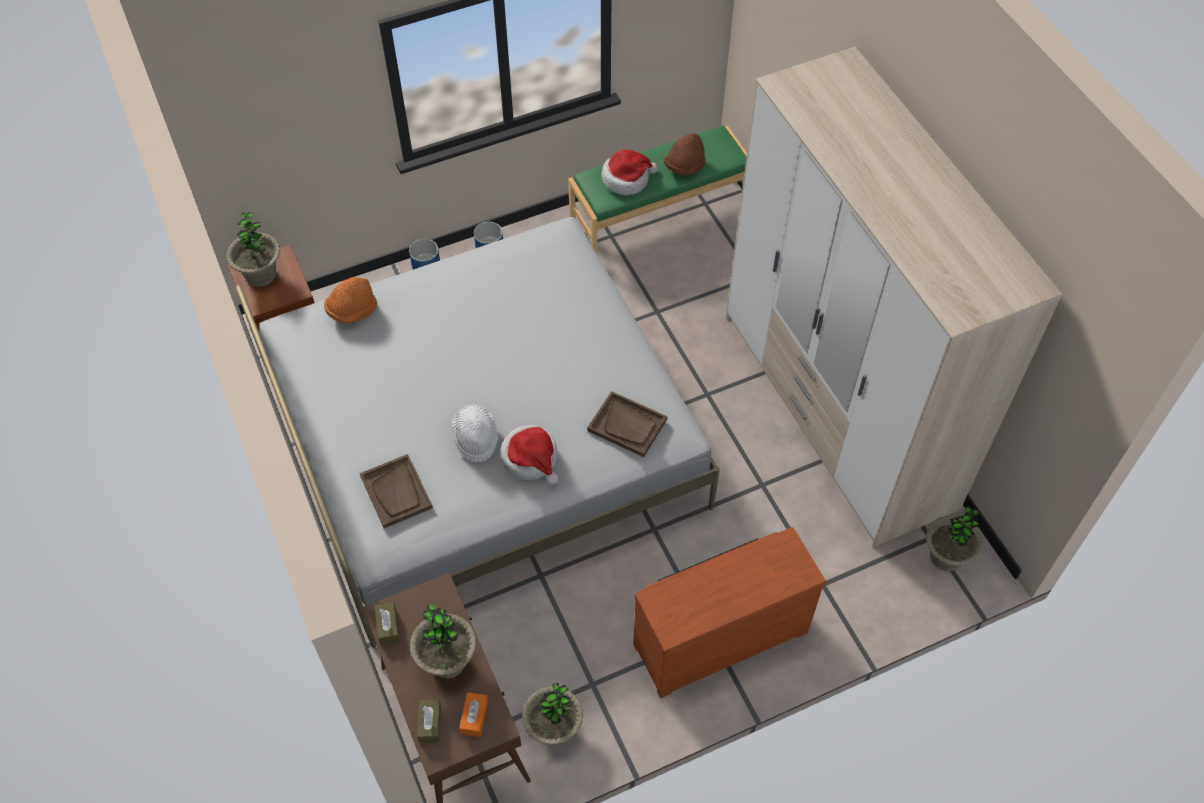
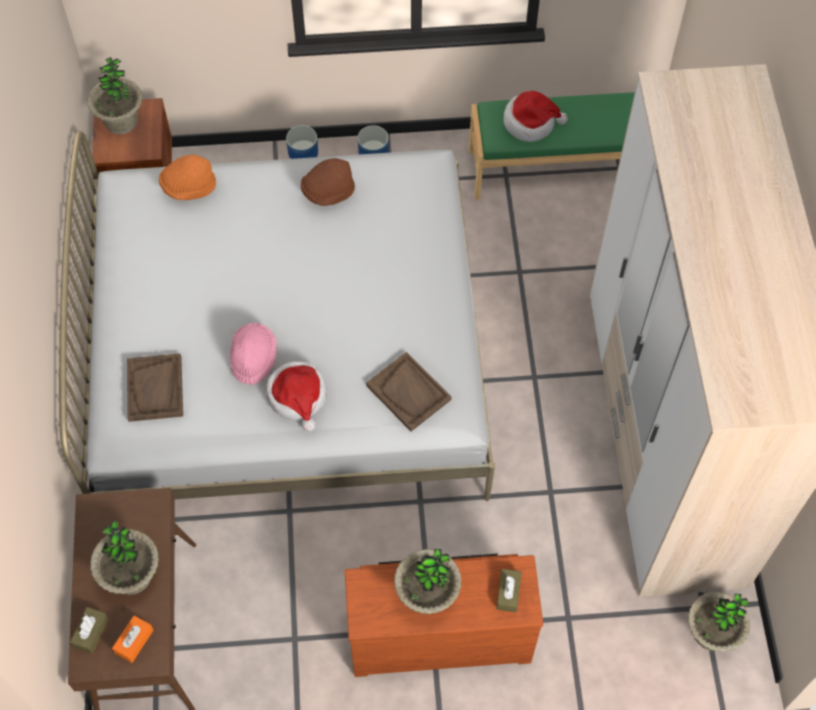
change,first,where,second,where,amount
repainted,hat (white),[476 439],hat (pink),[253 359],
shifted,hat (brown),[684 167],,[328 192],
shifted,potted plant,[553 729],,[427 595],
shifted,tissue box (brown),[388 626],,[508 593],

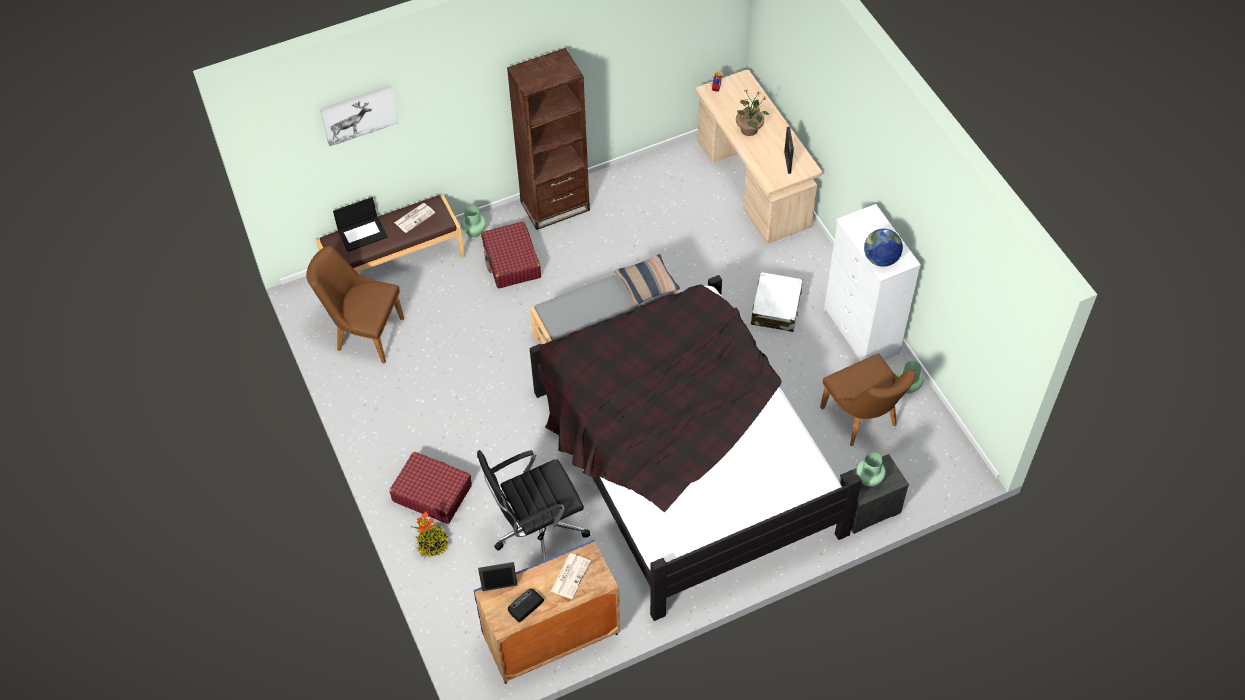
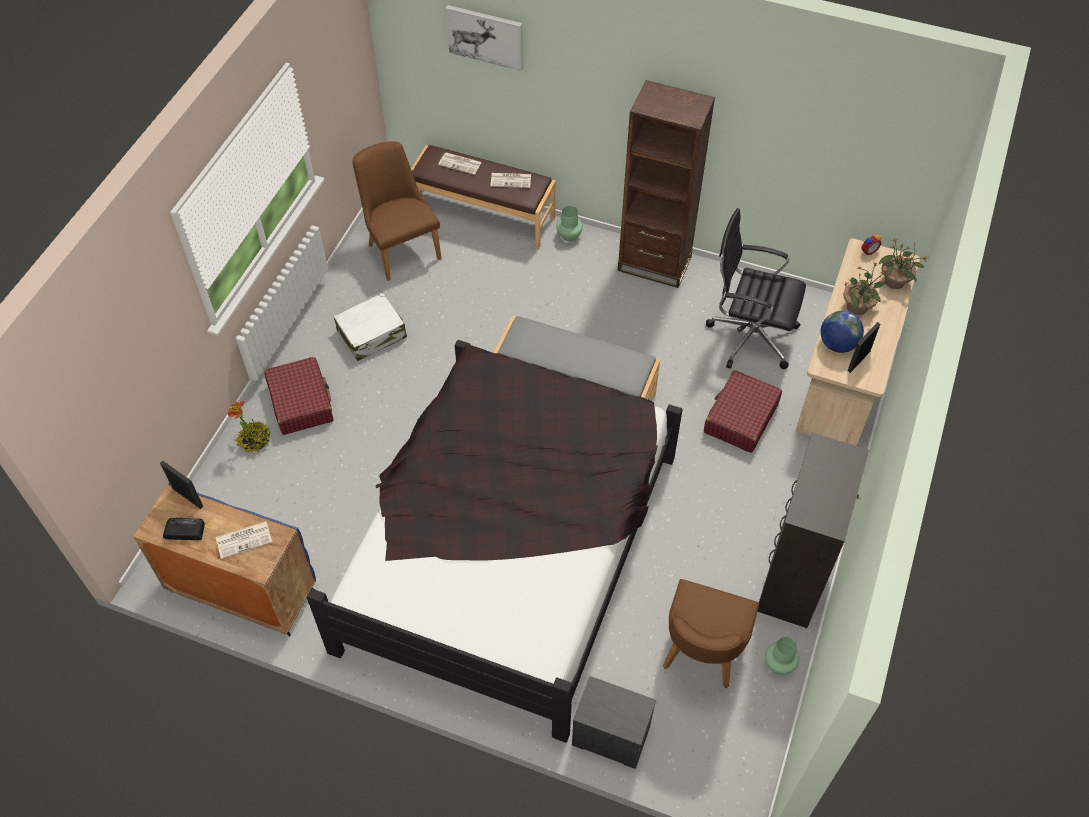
change,first,where,second,where,amount
shifted,suitcase (white),[776 308],,[372 334],
swapped,laptop,[362 233],newspaper,[460 163],
shifted,suitcase (red),[511 262],,[740 418],
shifted,office chair (black),[537 530],,[749 336],
repainted,dresser (white),[860 332],dresser (black),[792 578],
shifted,globe,[881 259],,[837 344],
new,,,potted plant,[894 282],
gone,pillow,[647 284],,,
gone,vase (green),[869 479],,,

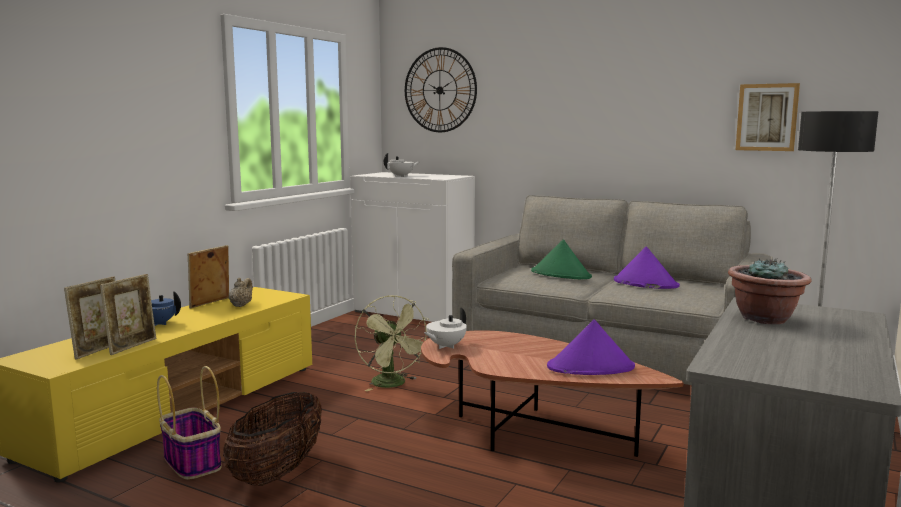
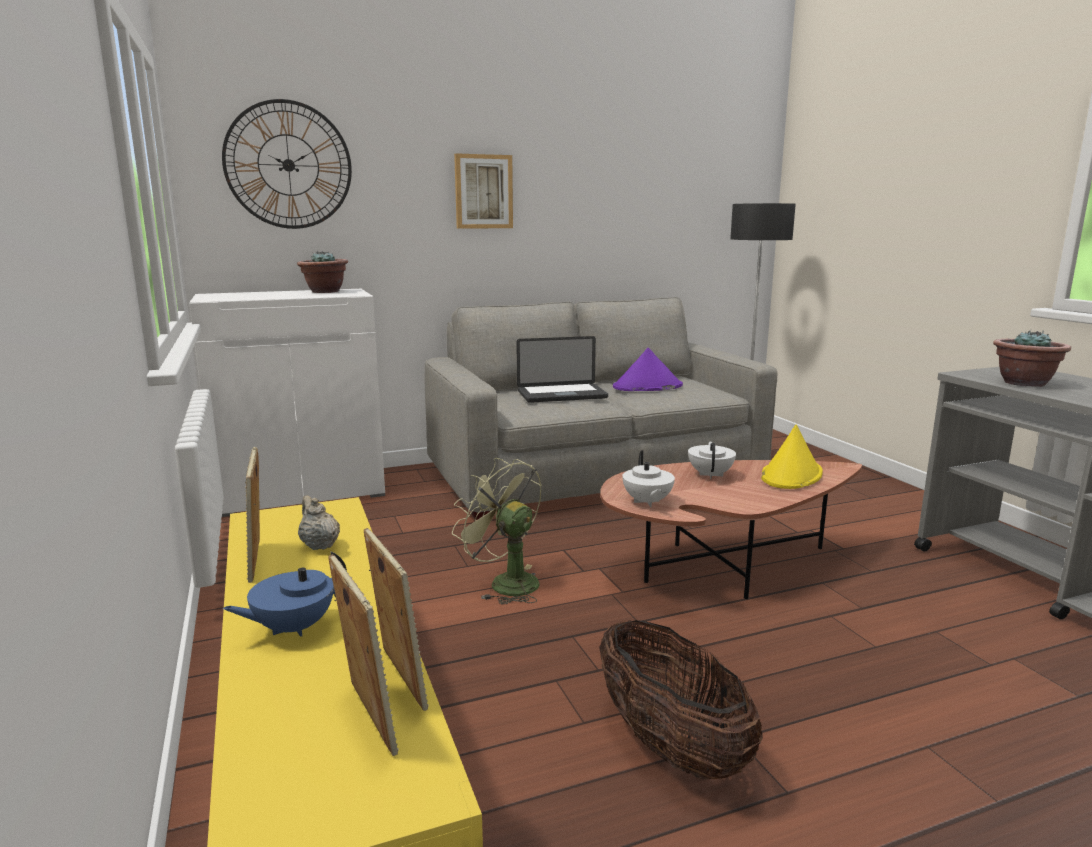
change,first,where,second,where,amount
new,,,potted plant,[324 291],
rotated,fan (green),[393 384],,[505 582],150 degrees counterclockwise
shifted,picture,[767 117],,[483 192],
swapped,hat (green),[561 274],laptop,[562 395],
shifted,teapot (white),[401 176],,[710 475],
repainted,hat (purple),[591 367],hat (yellow),[791 475],
gone,basket,[191 462],,,

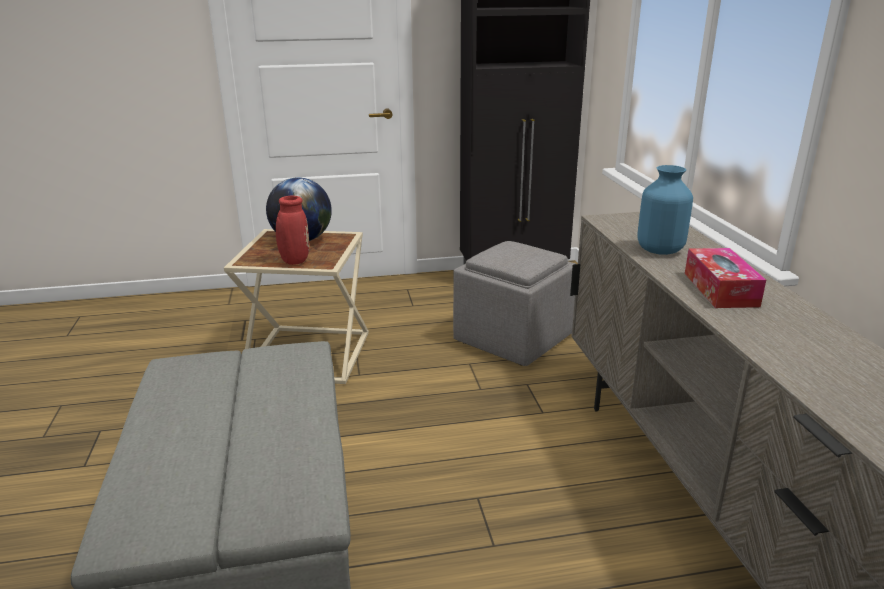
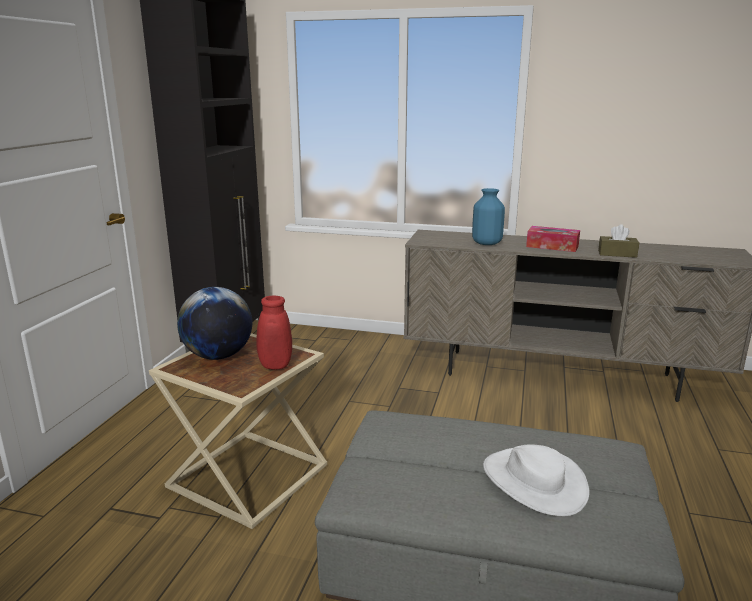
change,first,where,second,where,amount
new,,,hat (white),[534 481],
new,,,tissue box (brown),[617 254],
gone,ottoman (grey),[514 339],,,

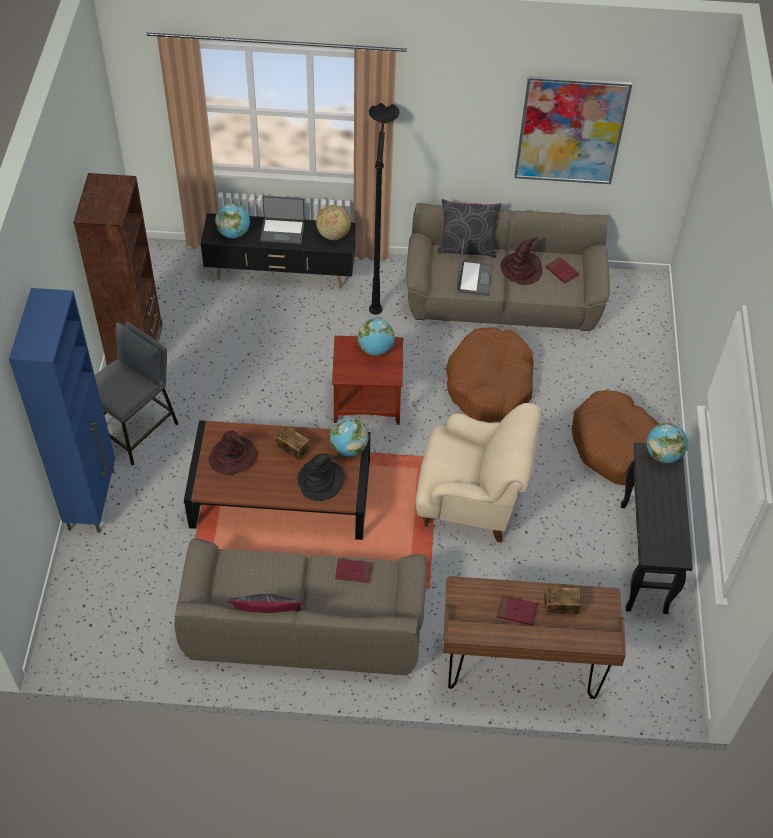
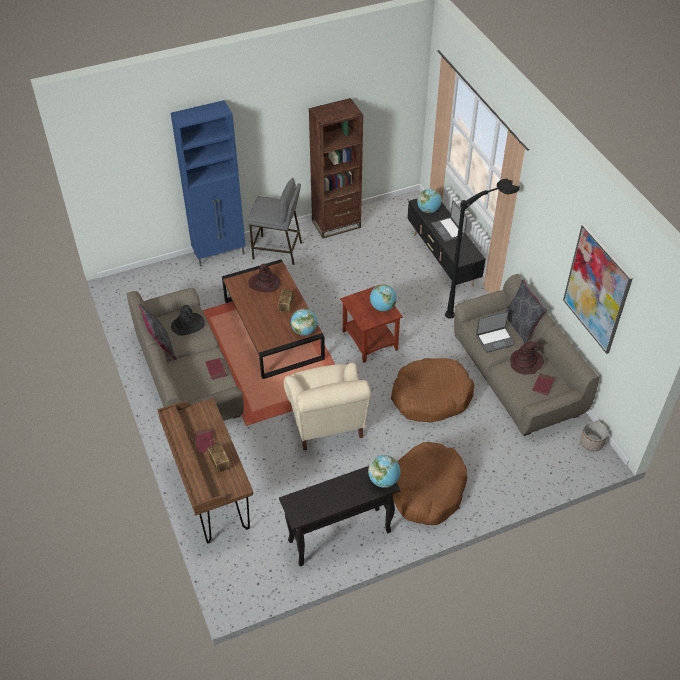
change,first,where,second,where,amount
shifted,hat (black),[320 480],,[188 325],
new,,,planter,[591 443],
gone,globe,[333 234],,,

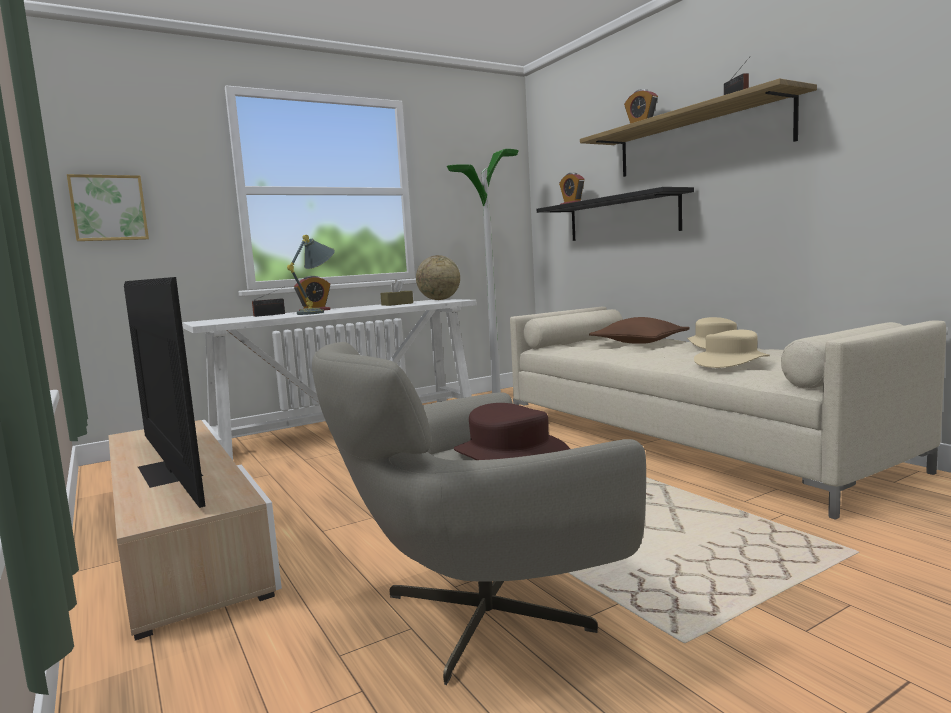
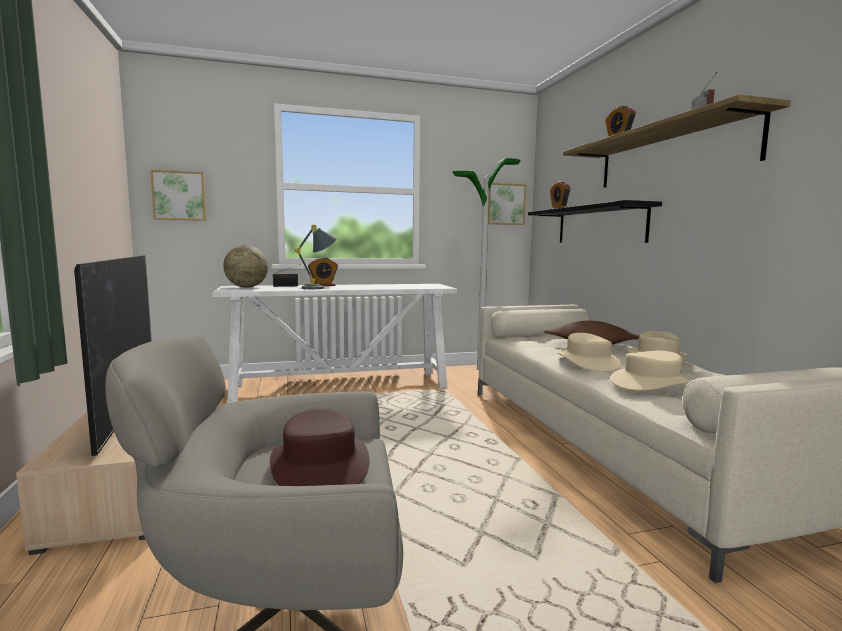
change,first,where,second,where,amount
shifted,globe,[439 299],,[246 287],
new,,,picture,[505 204],
new,,,hat (beige),[587 362],
gone,tissue box (brown),[397 304],,,

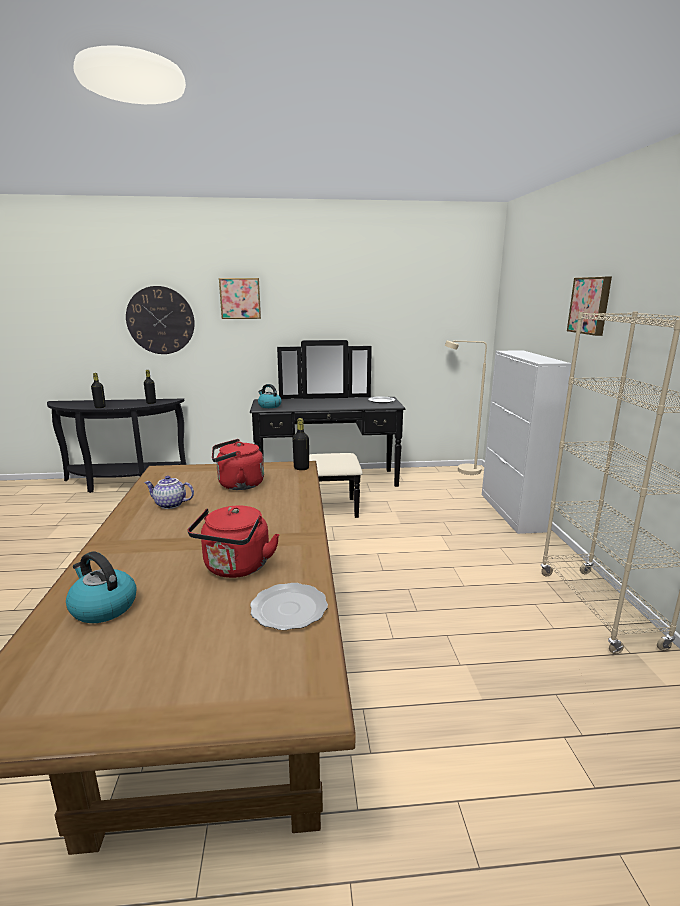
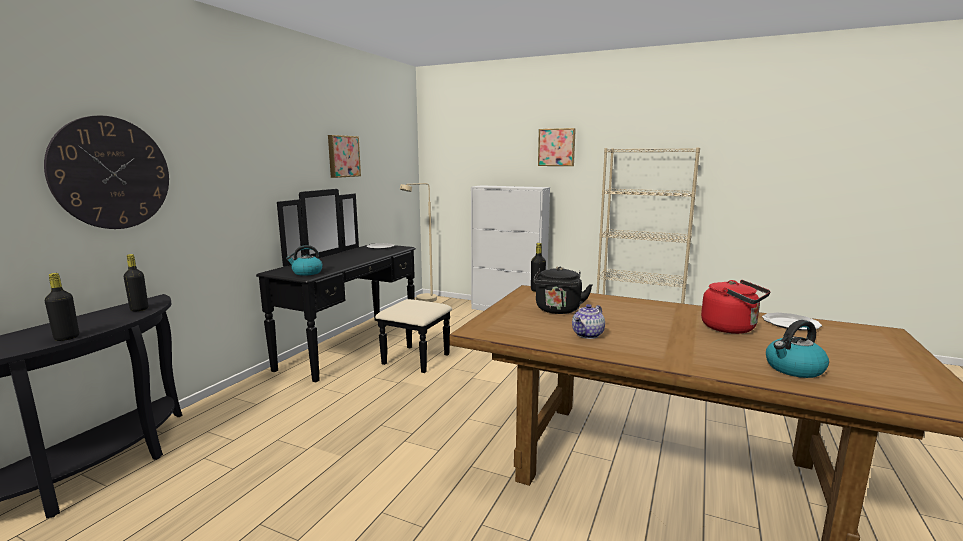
change,first,where,second,where,amount
shifted,picture,[240 298],,[343 156],
repainted,kettle (red),[238 485],kettle (black),[558 310],

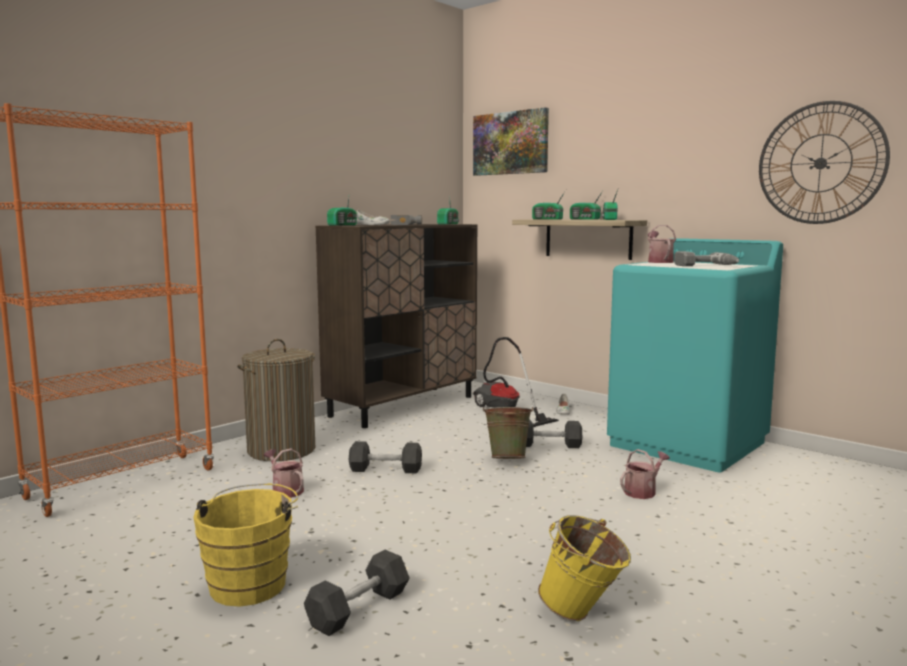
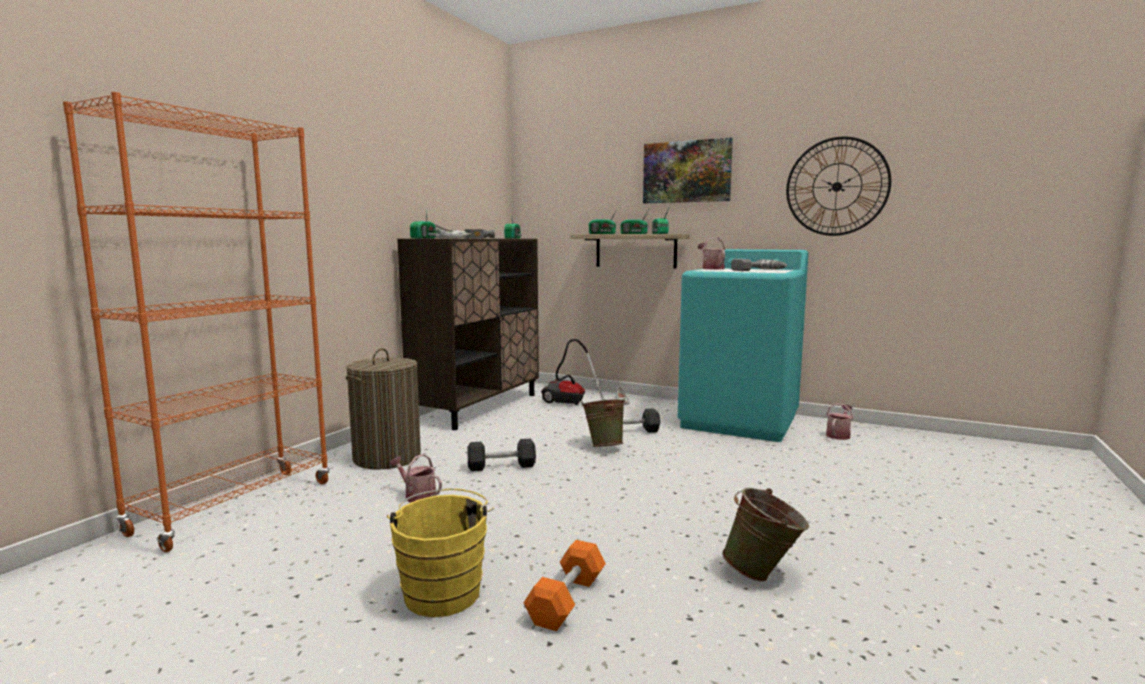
change,first,where,second,where,amount
repainted,dumbbell (black),[358 609],dumbbell (orange),[567 600],
shifted,picture,[510 143],,[686 172],
repainted,bucket (yellow),[583 615],bucket (green),[763 575],
shifted,watering can,[642 491],,[839 435],

